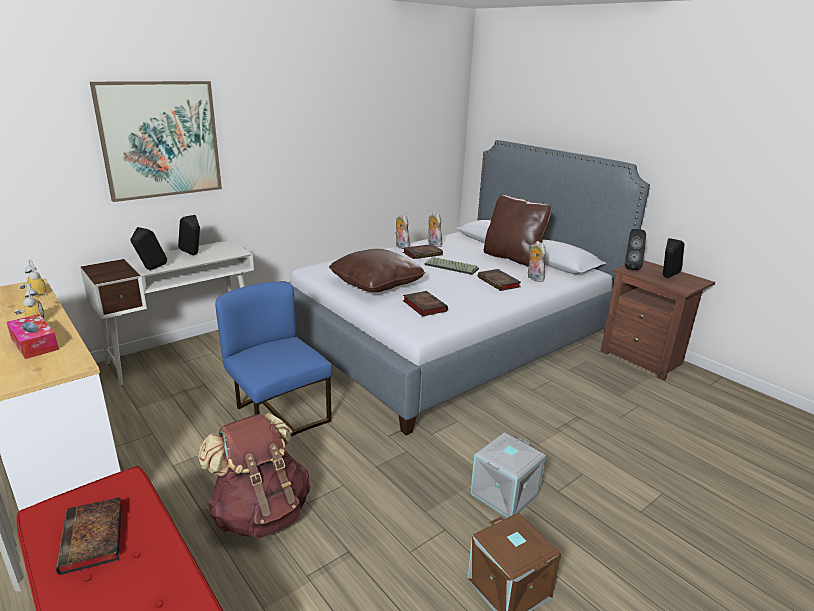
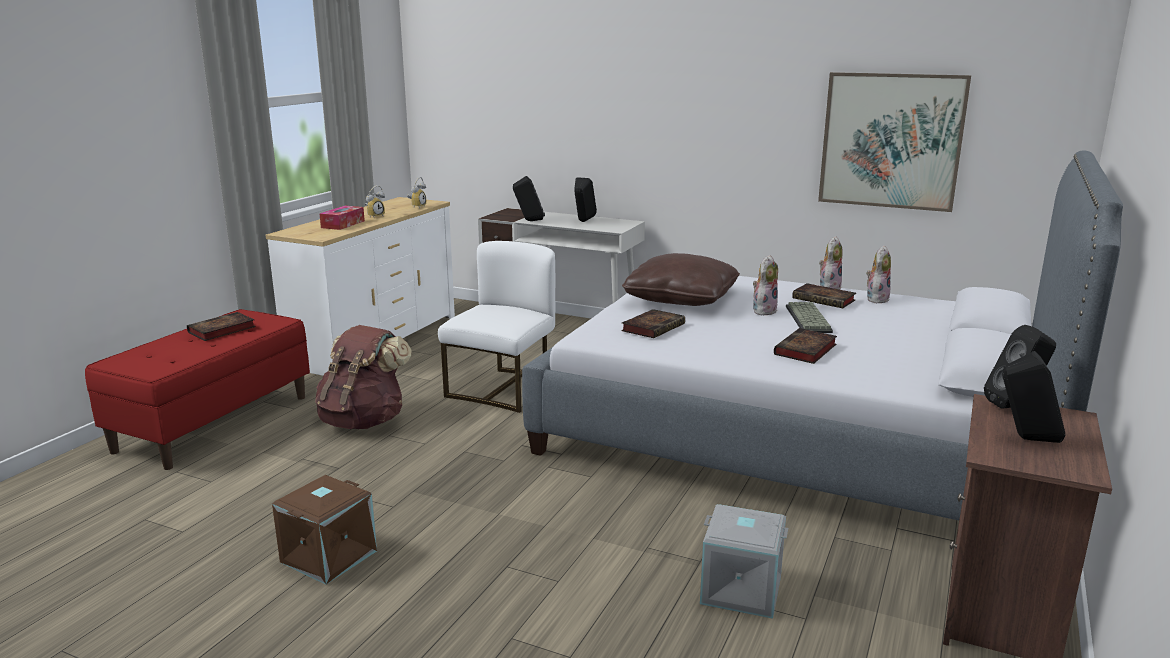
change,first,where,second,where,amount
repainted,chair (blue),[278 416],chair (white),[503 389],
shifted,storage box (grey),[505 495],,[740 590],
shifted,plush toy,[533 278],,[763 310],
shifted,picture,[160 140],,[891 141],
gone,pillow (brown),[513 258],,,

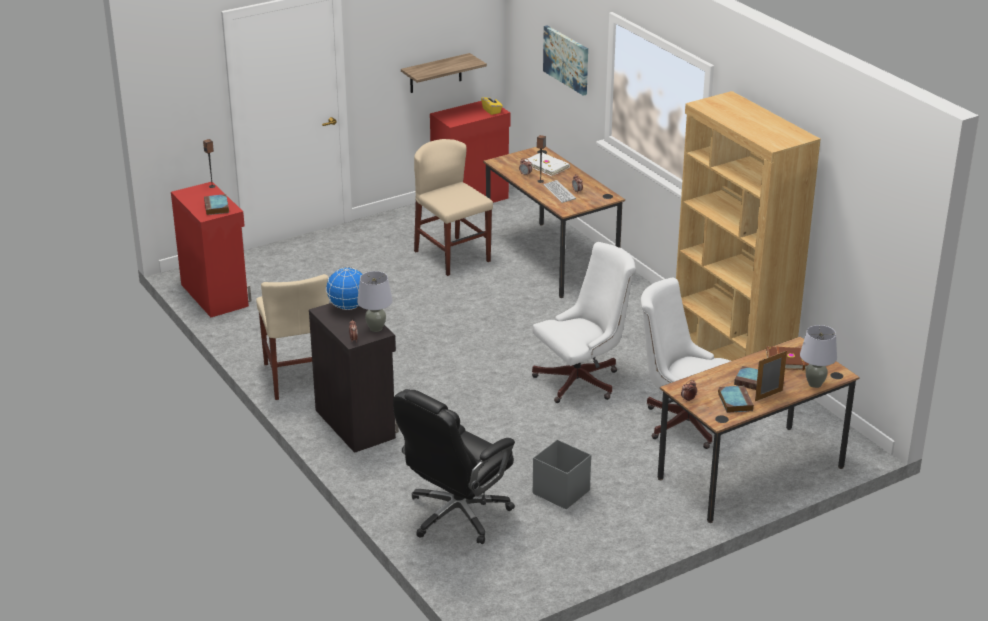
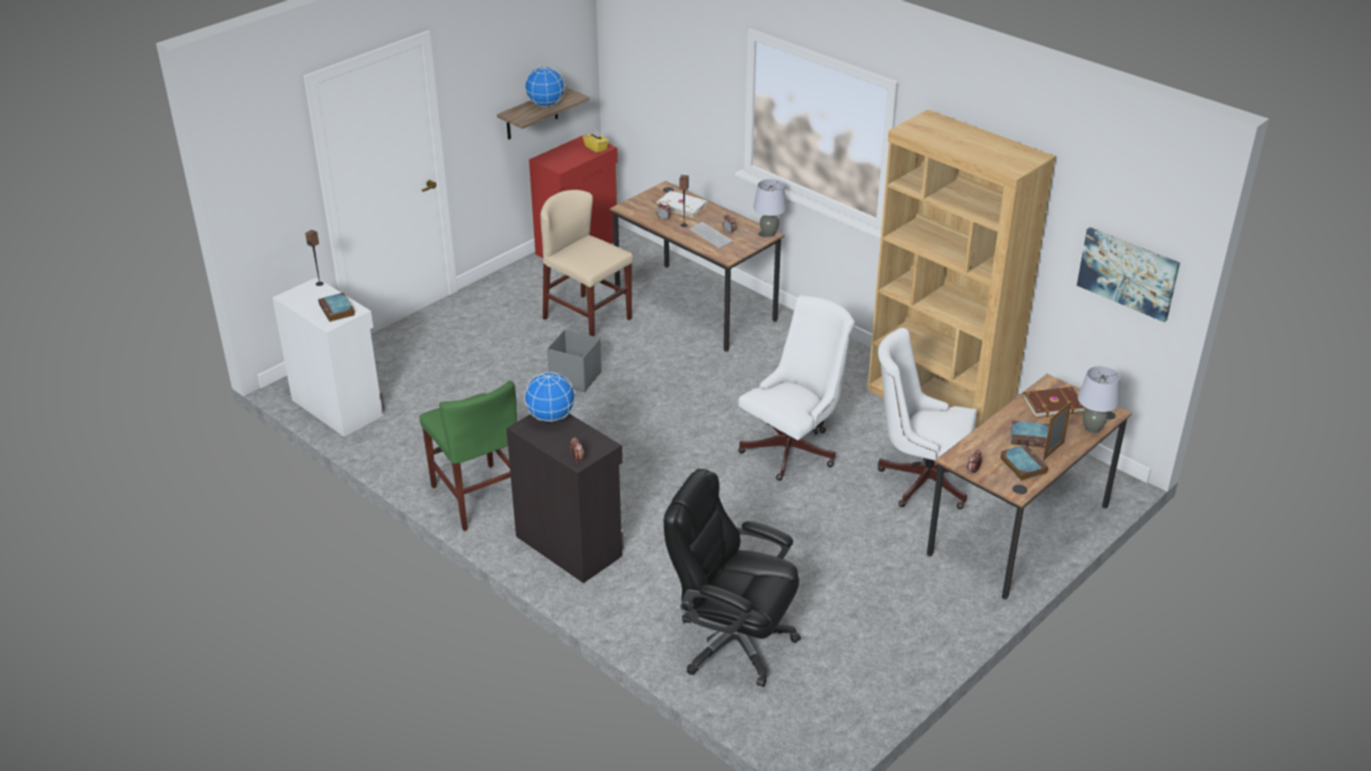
change,first,where,second,where,amount
repainted,cabinet (red),[215 294],cabinet (white),[338 406],
repainted,chair (beige),[298 377],chair (green),[478 496],
new,,,globe,[546 105],
shifted,storage box (grey),[560 491],,[575 377],
rotated,office chair (black),[456 515],,[732 642],90 degrees clockwise
shifted,table lamp (grey),[376 328],,[769 234],
shifted,picture,[566 59],,[1128 273],

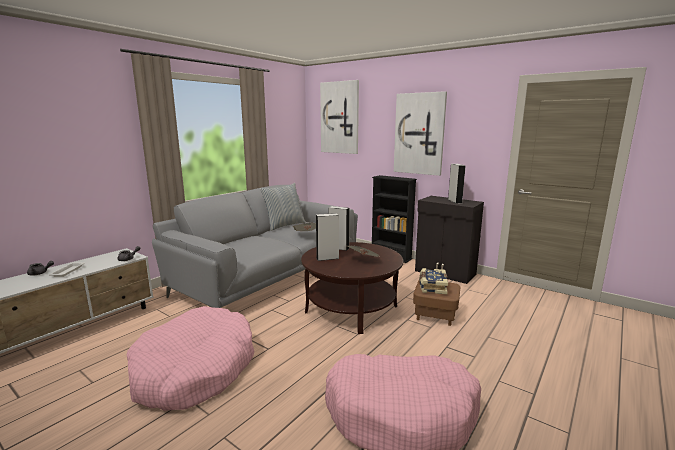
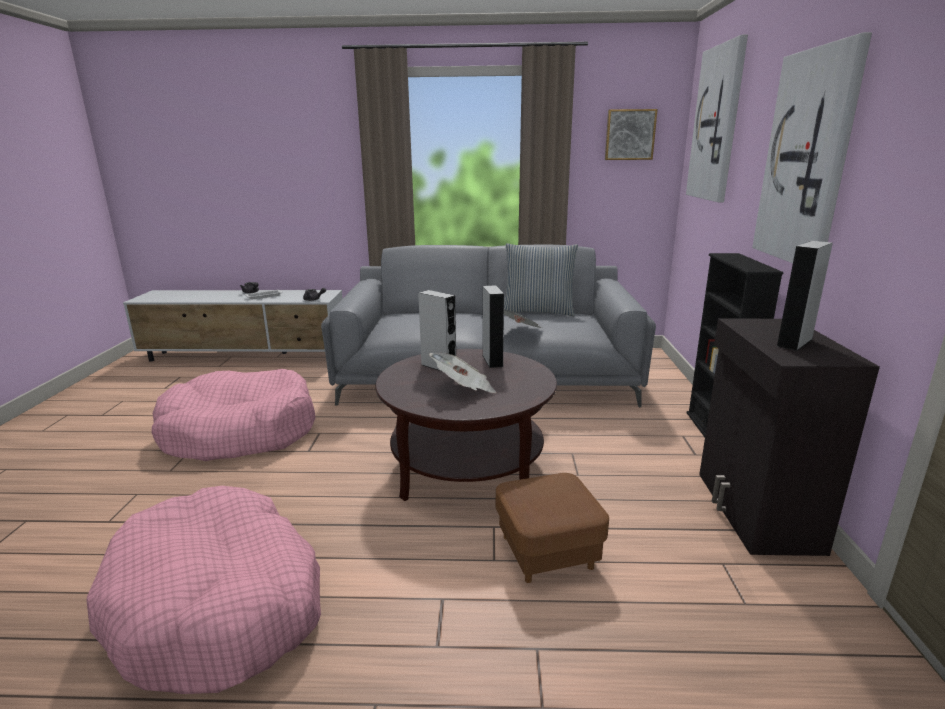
change,first,where,second,where,amount
new,,,picture,[629 135],
gone,book,[432 287],,,

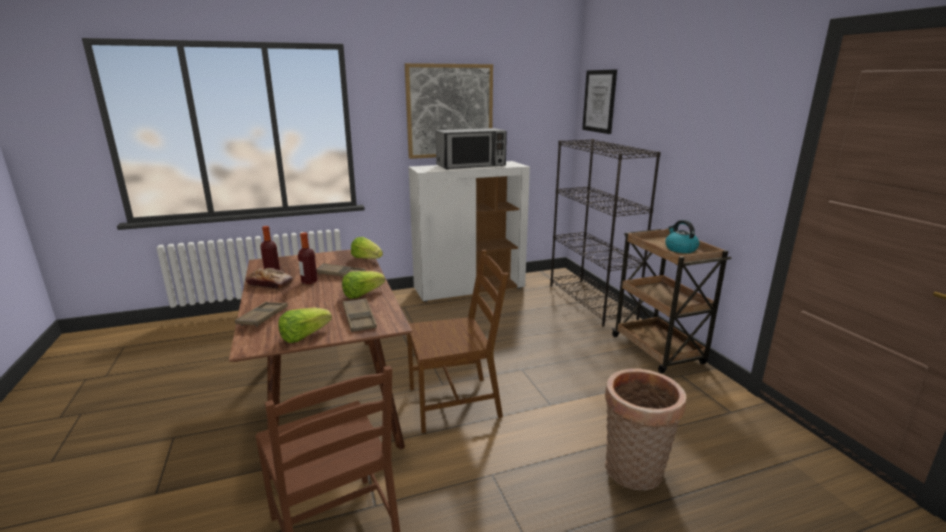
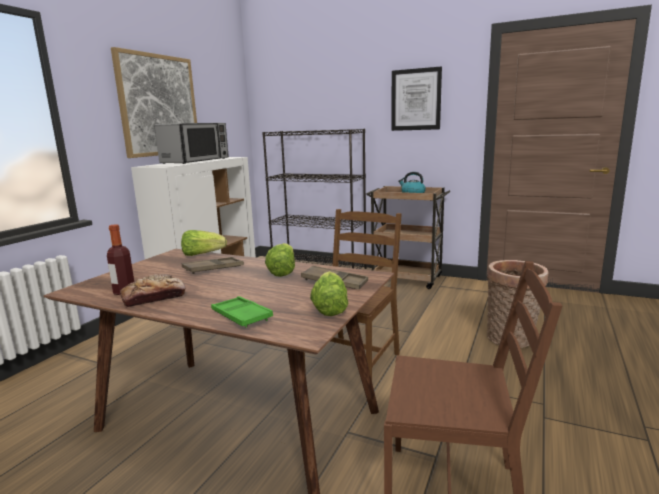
change,first,where,second,where,amount
repainted,tray (brown),[263 317],tray (green),[241 316],
shifted,picture,[599 101],,[416 99],
gone,bottle,[309 281],,,

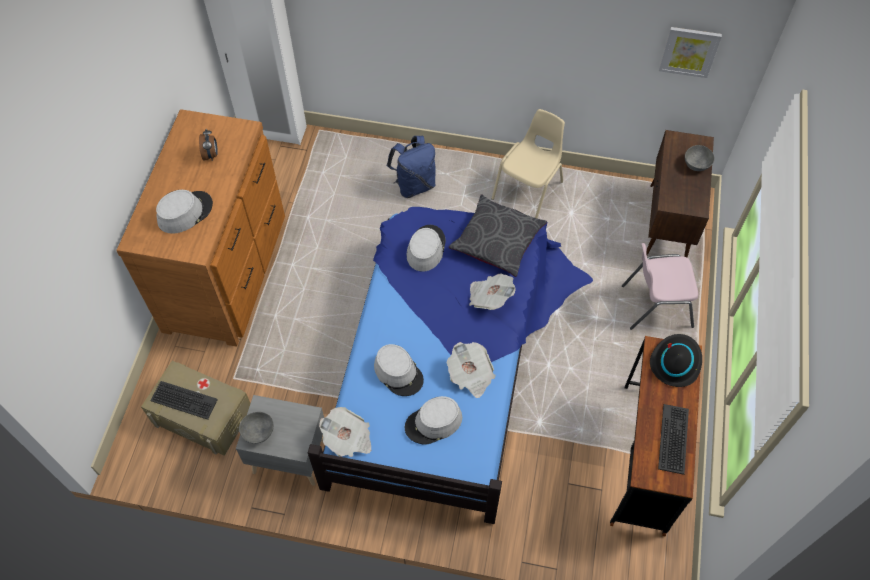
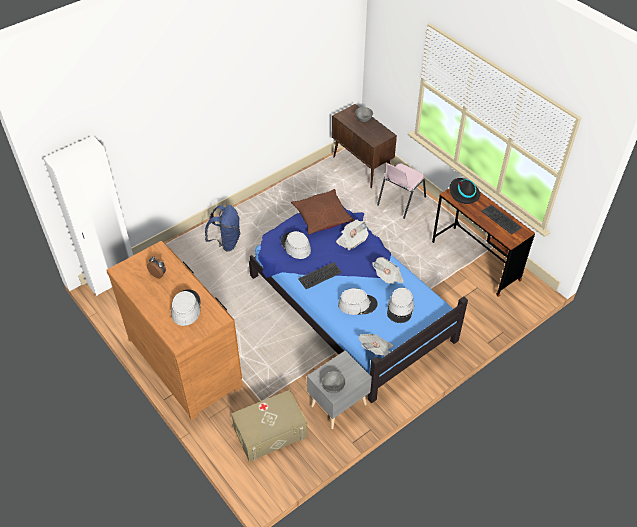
change,first,where,second,where,amount
repainted,pillow (grey),[497 241],pillow (brown),[322 216],
shifted,keyboard,[184 401],,[320 276],
gone,chair (beige),[529 190],,,
gone,picture,[689 51],,,

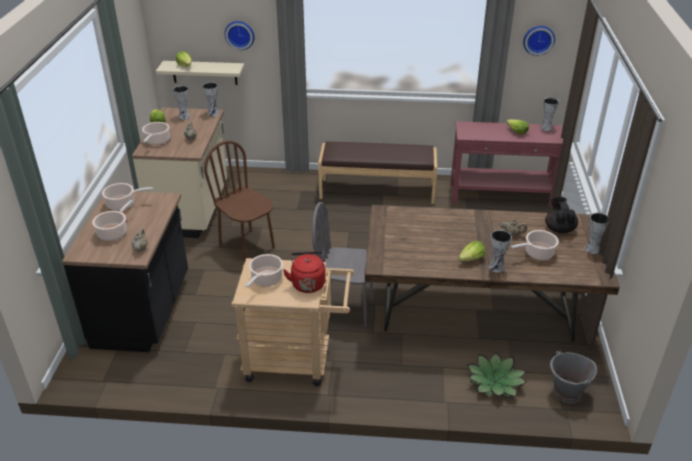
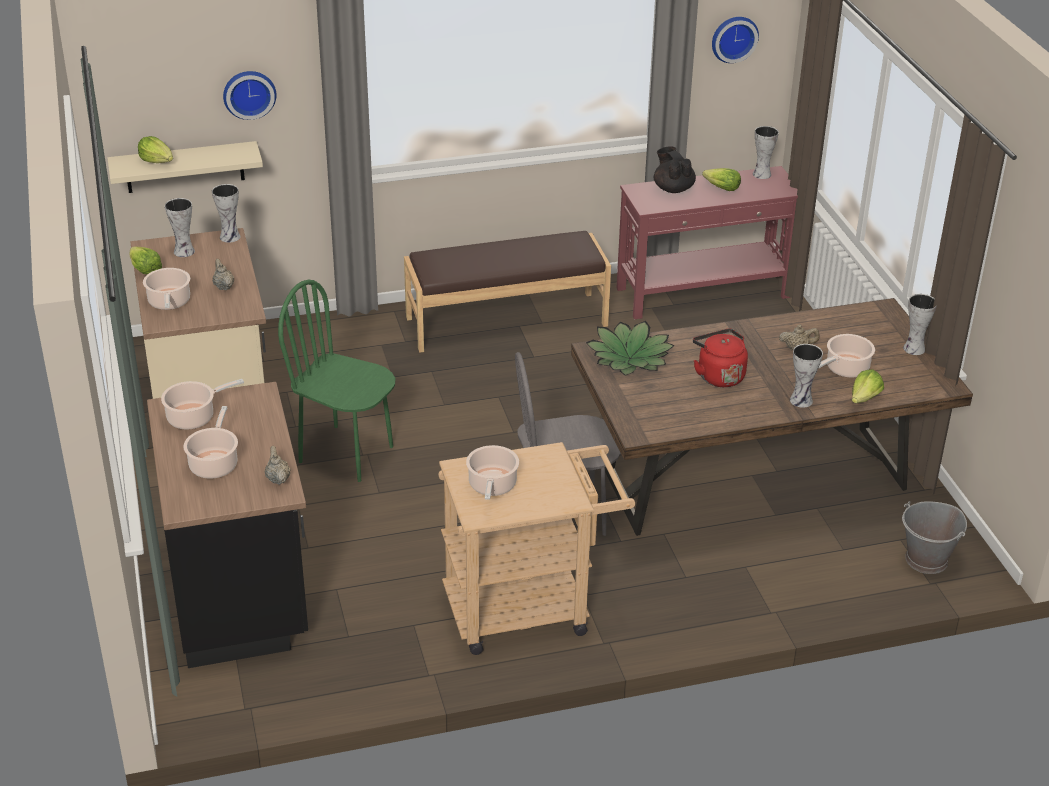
change,first,where,second,where,amount
repainted,chair (brown),[247 246],chair (green),[346 453],
shifted,potted plant,[495 381],,[629 358],
shifted,teapot (black),[559 229],,[673 188],
shifted,kettle (red),[307 283],,[718 375],
shifted,lettuce,[471 259],,[864 398],

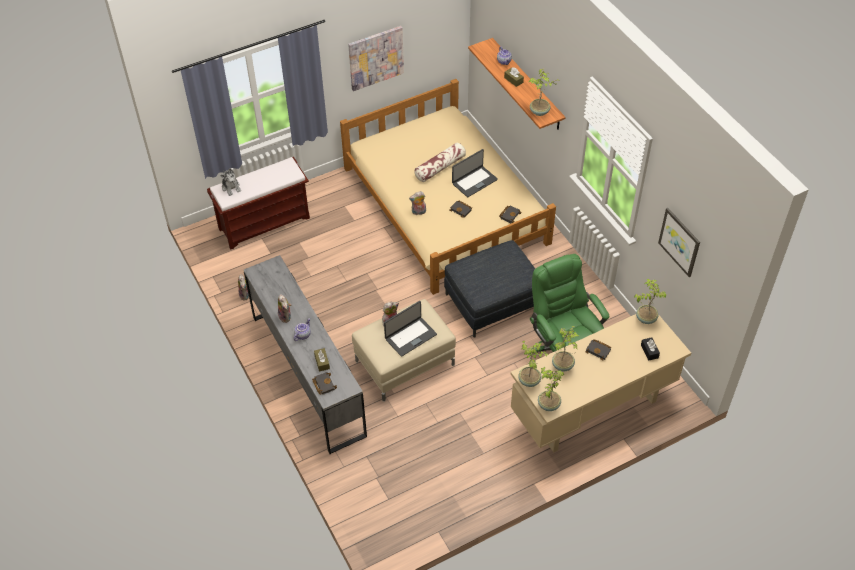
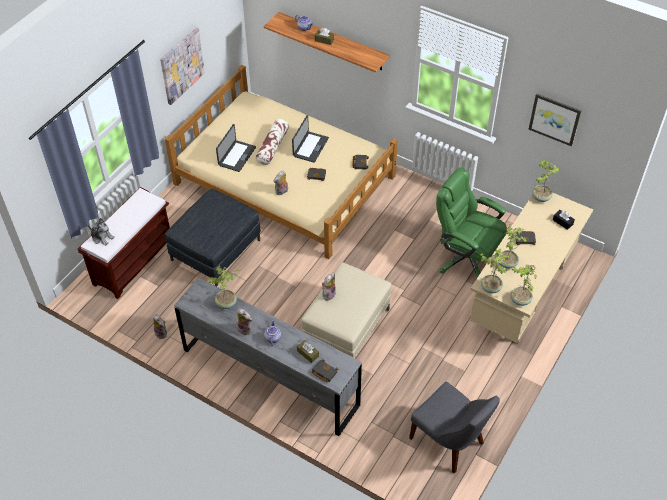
change,first,where,second,where,amount
shifted,ottoman (grey),[492 301],,[215 249],
shifted,potted plant,[539 112],,[227 303],
shifted,laptop,[410 336],,[236 156],
new,,,chair (grey),[449 442],

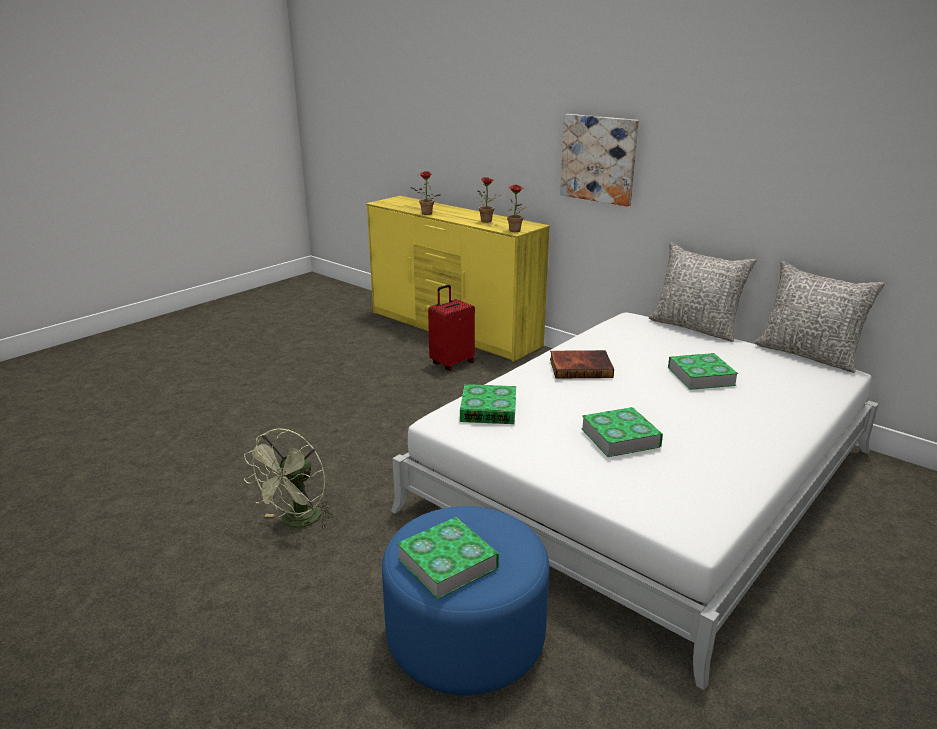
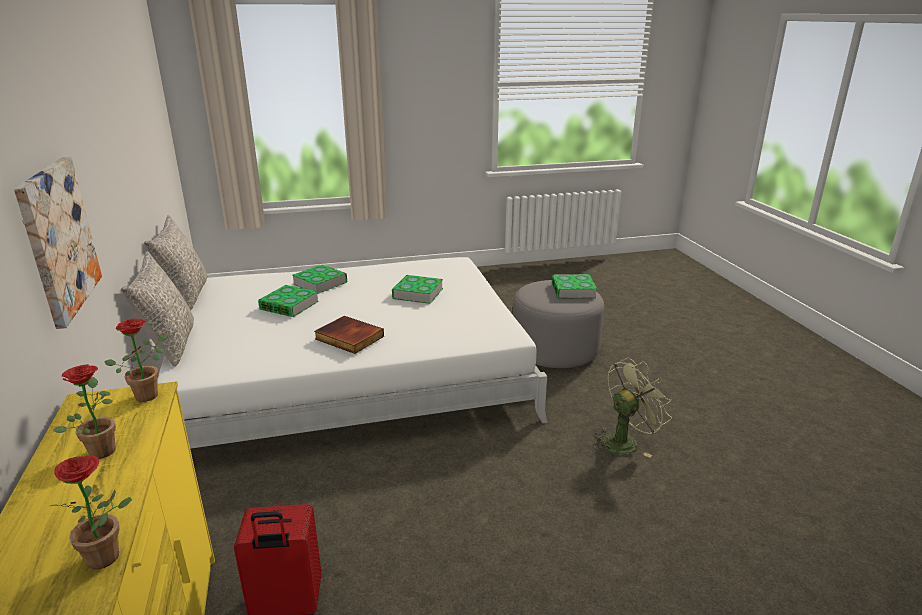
change,first,where,second,where,amount
shifted,book,[488 410],,[320 283],
repainted,ottoman (blue),[466 637],ottoman (grey),[554 349],

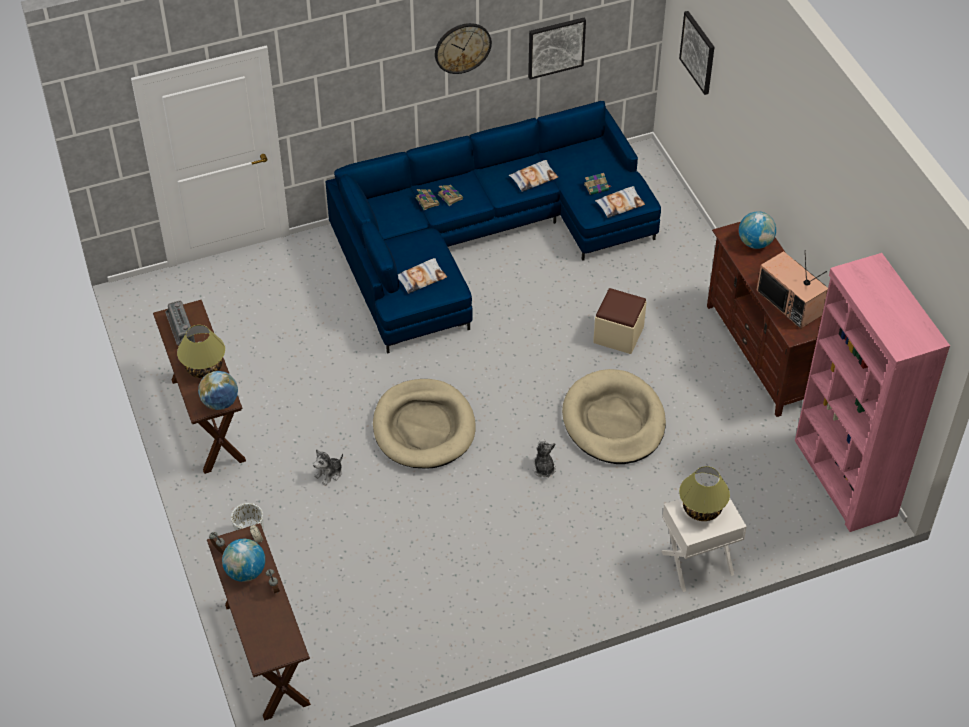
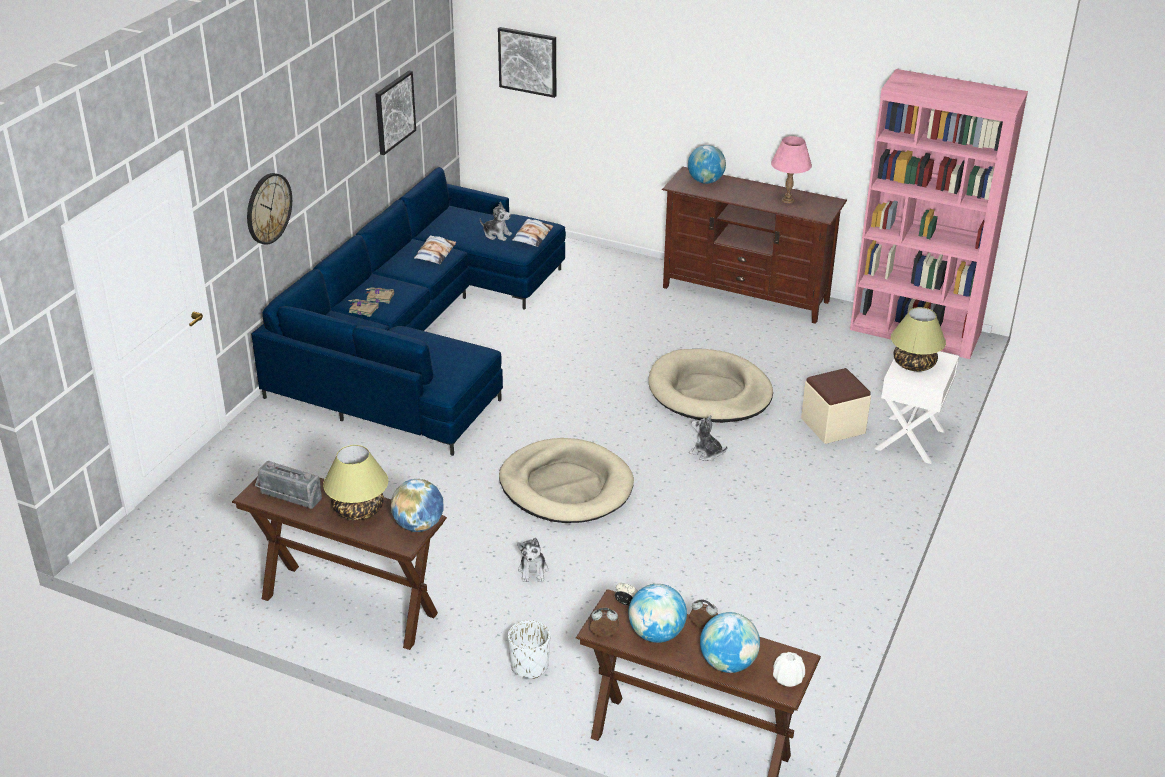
change,first,where,second,where,amount
shifted,wall clock,[462 47],,[268 208],
swapped,book,[597 187],plush toy,[497 235],
new,,,globe,[728 663],
swapped,television,[791 302],table lamp (pink),[788 200],
new,,,vase (white),[787 679],
shifted,ottoman (beige),[618 335],,[833 426],
gone,pillow,[421 278],,,

